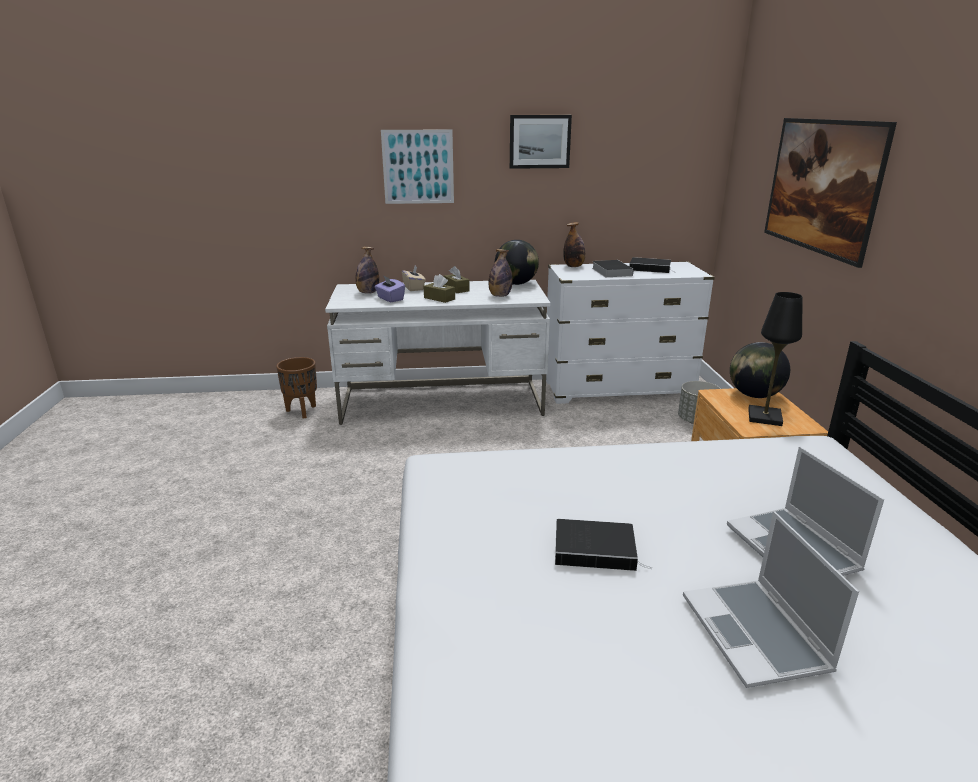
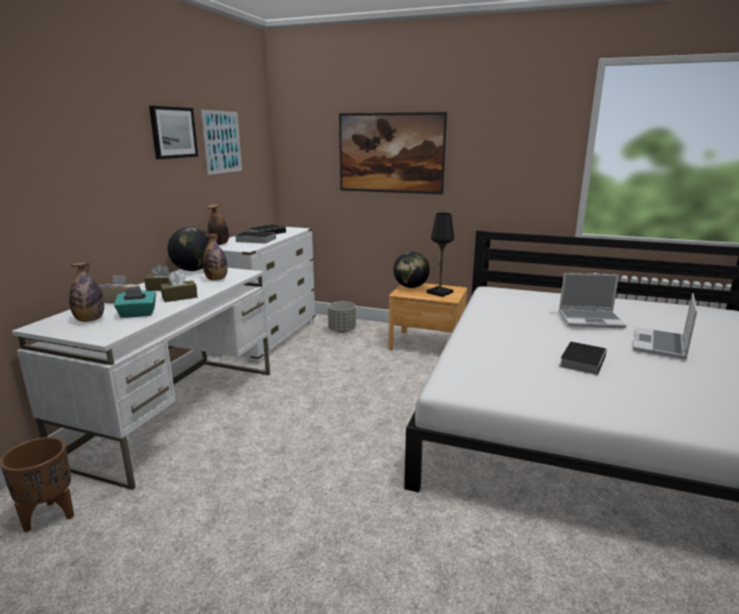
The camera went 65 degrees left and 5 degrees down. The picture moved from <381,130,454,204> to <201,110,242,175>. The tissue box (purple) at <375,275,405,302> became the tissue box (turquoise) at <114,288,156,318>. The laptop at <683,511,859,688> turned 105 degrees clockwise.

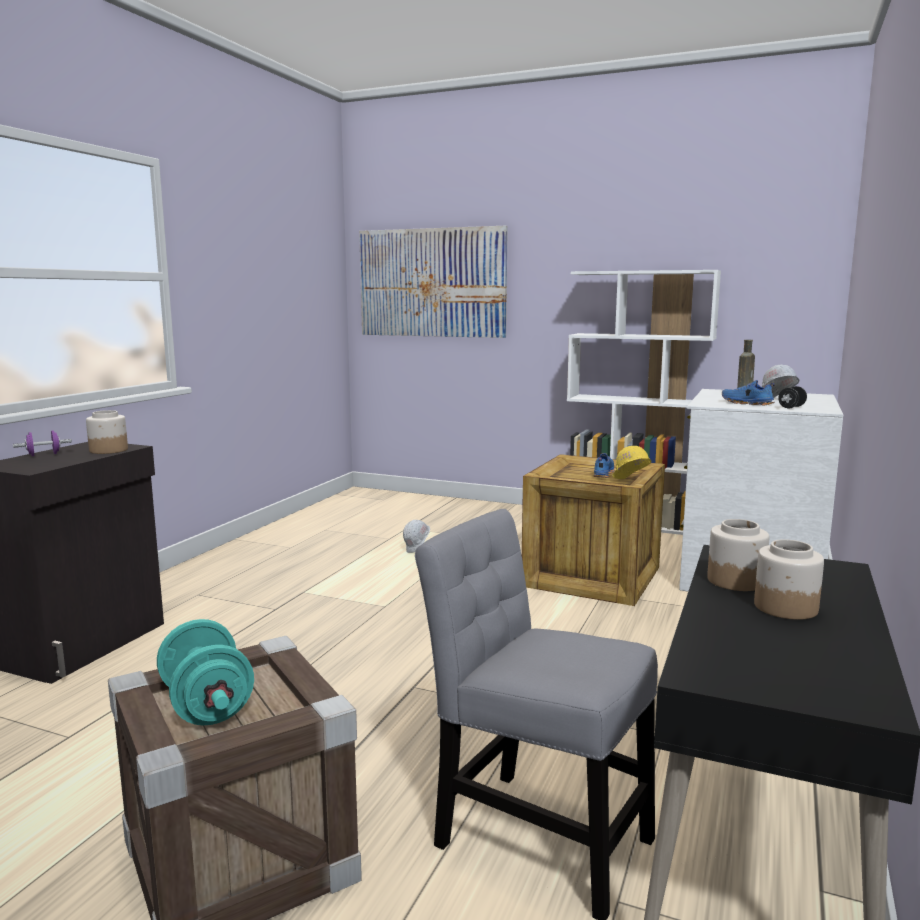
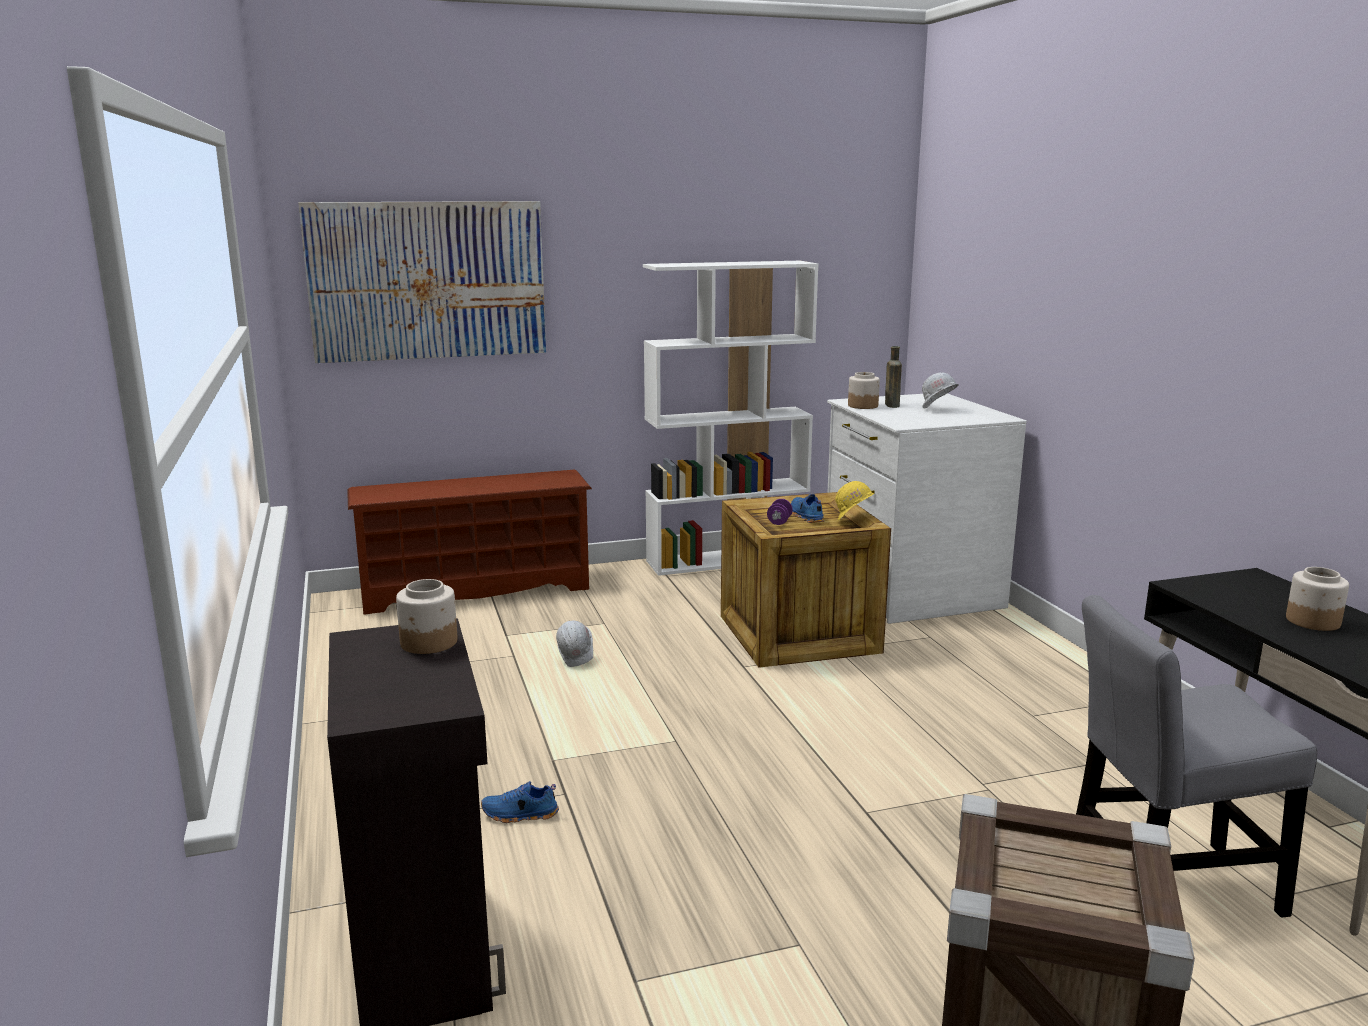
The camera went 40 degrees left and 5 degrees up. The shoe (blue) moved from <722,380,775,406> to <481,781,559,823>. The dumbbell (black) at <778,386,807,408> disappeared. The dumbbell (purple) moved from <13,430,72,456> to <767,499,793,525>. The jar moved from <707,519,769,591> to <848,372,880,409>. The dumbbell (turquoise) at <157,619,254,725> disappeared. The shoe rack (brown) at <347,470,592,615> appeared.

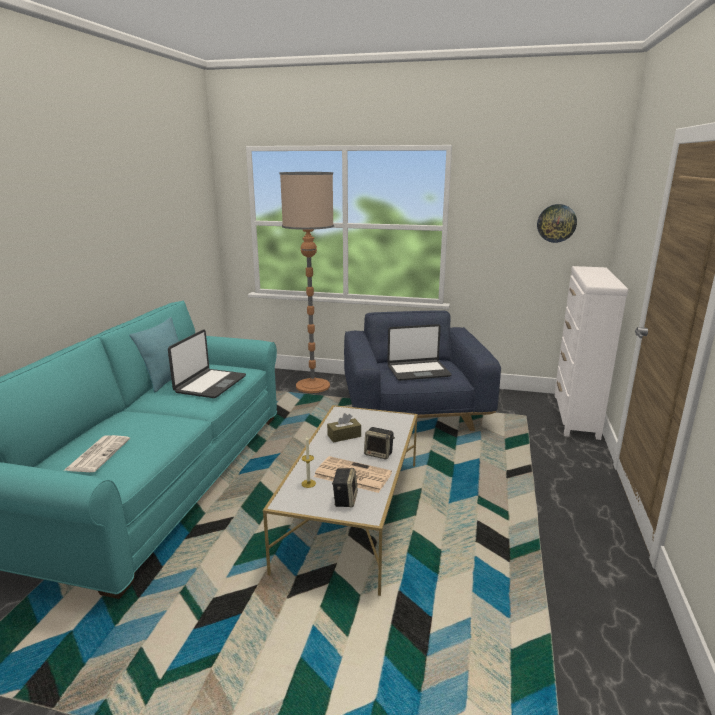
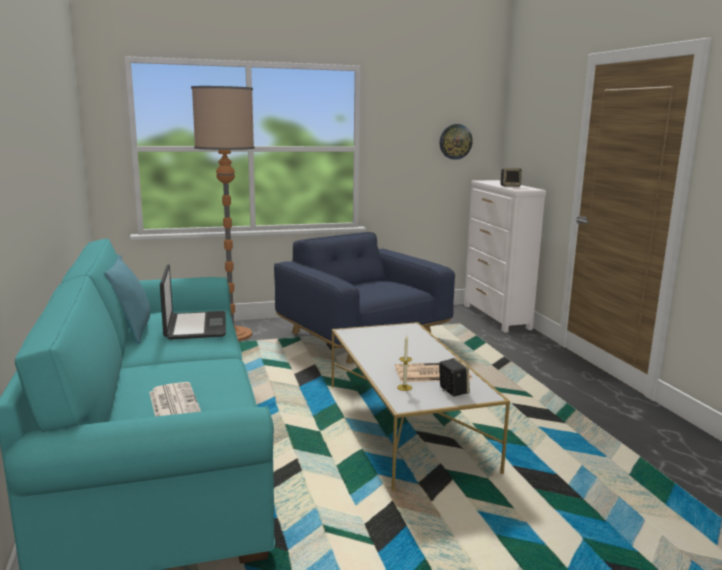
The camera went 30 degrees left and 5 degrees down. The laptop at <387,324,452,381> disappeared. The tissue box (brown) at <327,413,361,443> disappeared. The speaker moved from <364,427,395,459> to <501,168,522,187>.

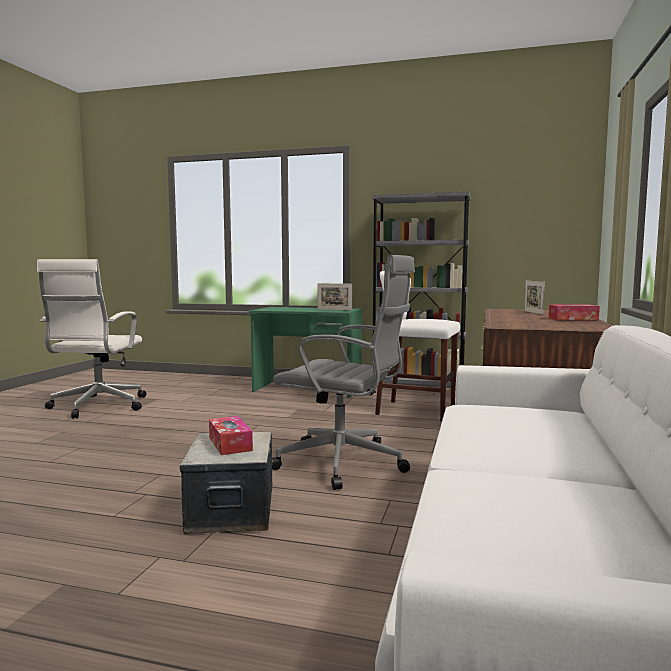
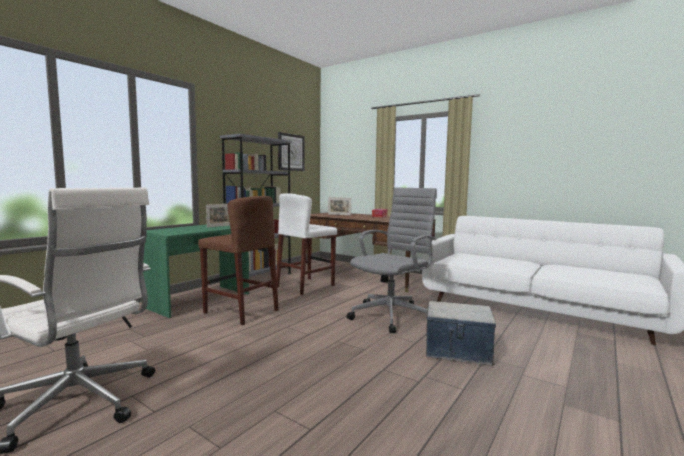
The camera went 70 degrees left and 0 degrees up. The tissue box at <209,416,253,455> disappeared. The wall clock at <278,132,305,171> appeared. The stool (brown) at <198,196,279,325> appeared.

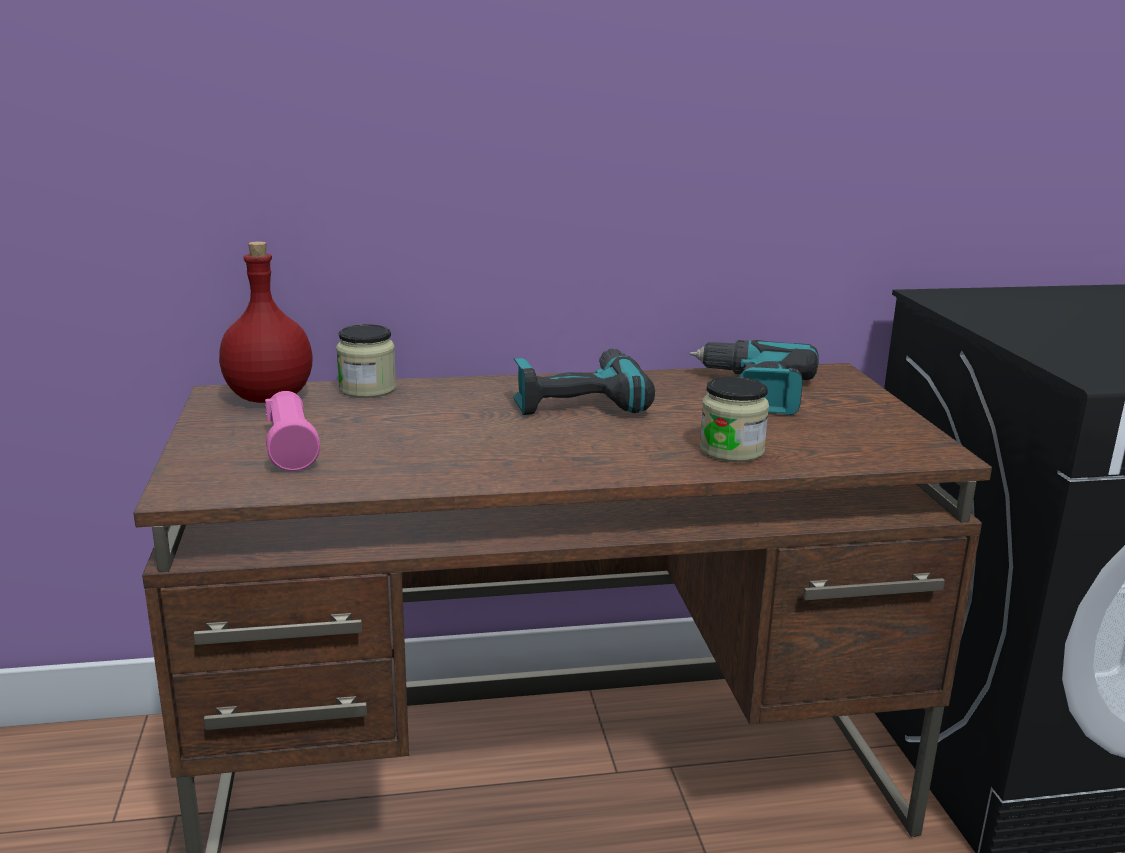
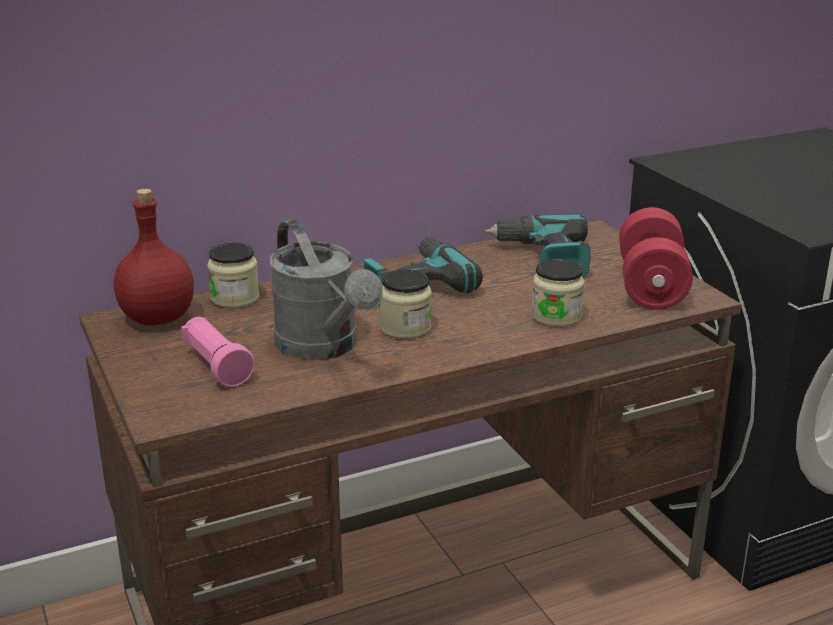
The camera went 15 degrees left and 5 degrees up. The dumbbell (red) at <619,207,693,310> appeared. The watering can (grey) at <270,220,383,360> appeared. The jar at <380,269,432,339> appeared.

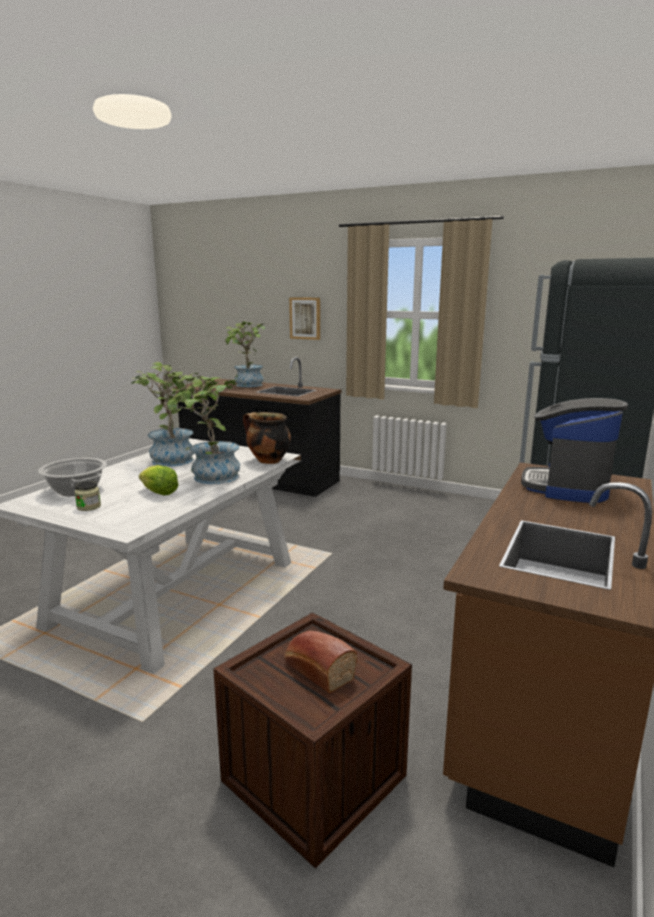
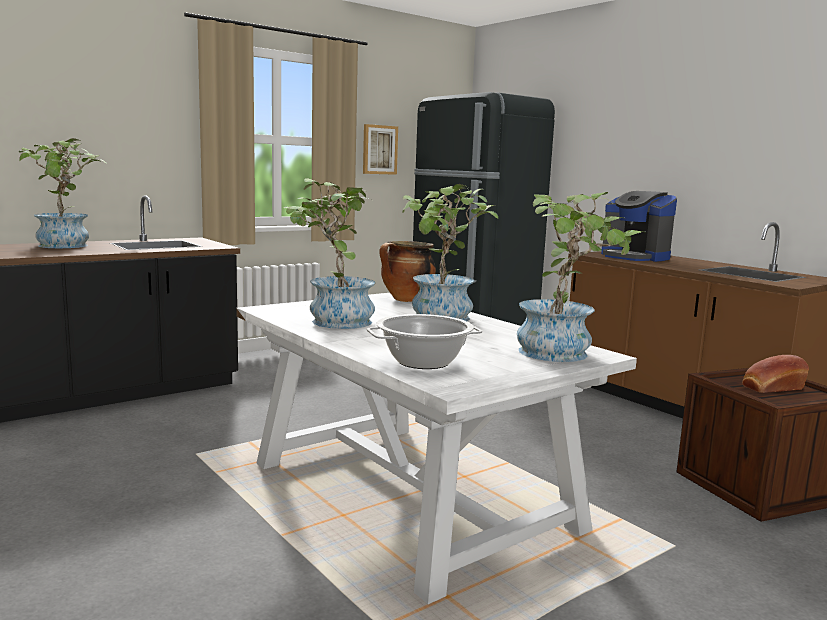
The camera went 65 degrees left and 5 degrees down. The picture moved from <289,297,320,340> to <363,124,398,175>. The lettuce at <139,465,179,495> disappeared. The jar at <75,481,101,511> disappeared. The potted plant at <517,192,644,362> appeared.

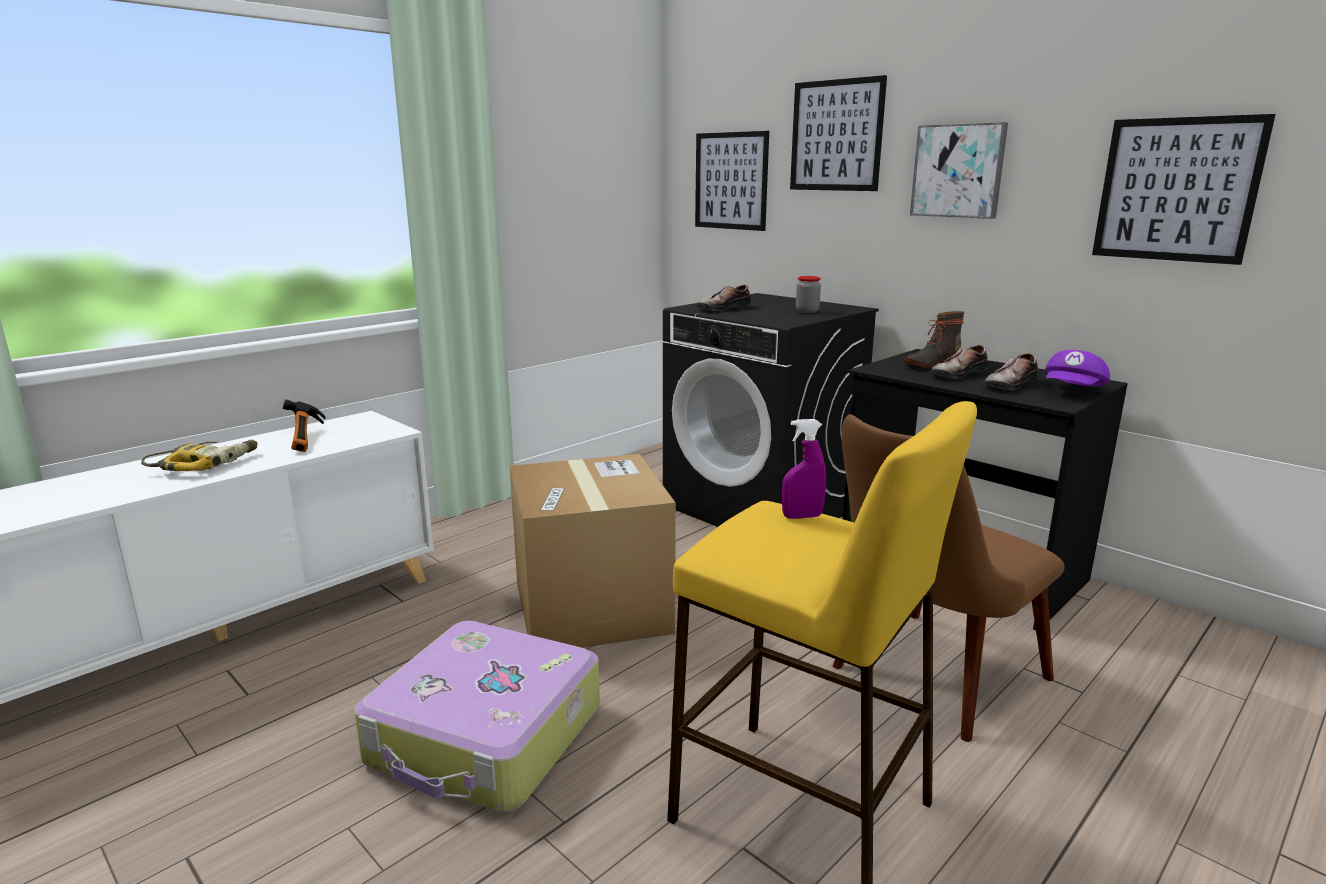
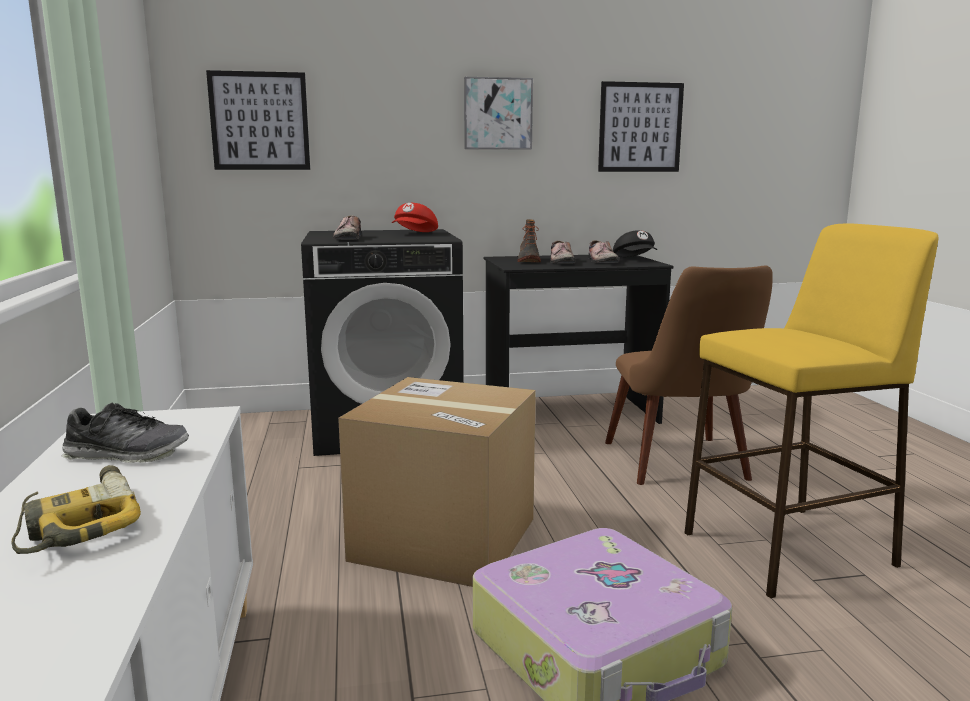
The camera went 55 degrees left and 5 degrees down. The picture at <790,75,887,191> disappeared. The jar at <796,276,821,313> was replaced by the cap (red) at <392,203,438,232>. The cap (purple) at <1045,350,1110,386> became the cap (black) at <613,230,657,257>. The hammer at <283,399,326,452> was replaced by the shoe at <62,403,189,463>. The spray bottle (purple) at <782,419,826,519> disappeared.

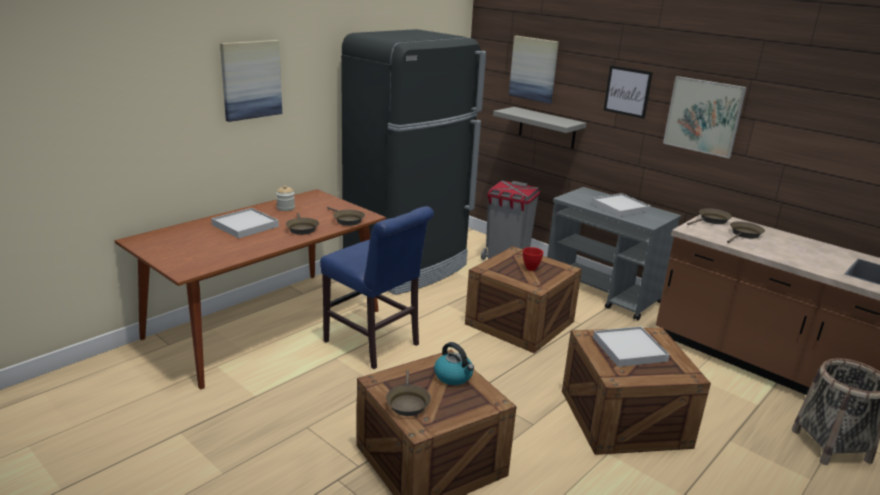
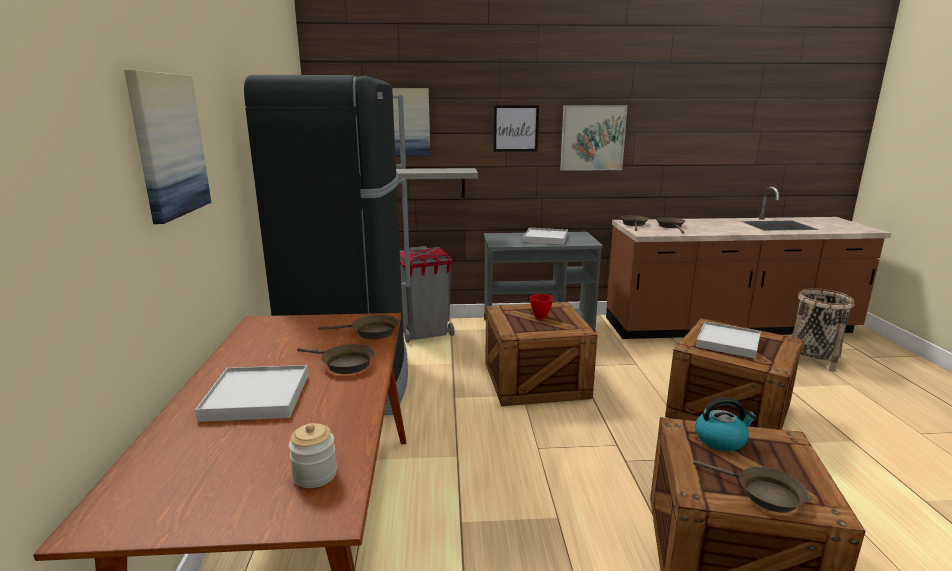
The camera went 45 degrees left and 5 degrees down. The jar moved from <276,186,295,211> to <289,423,337,488>. The chair (blue) at <320,206,434,369> disappeared.

